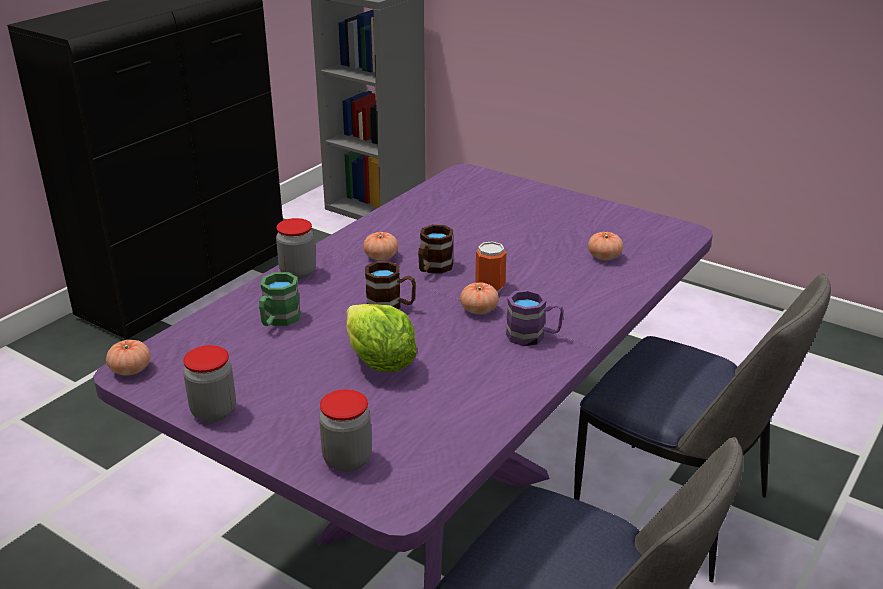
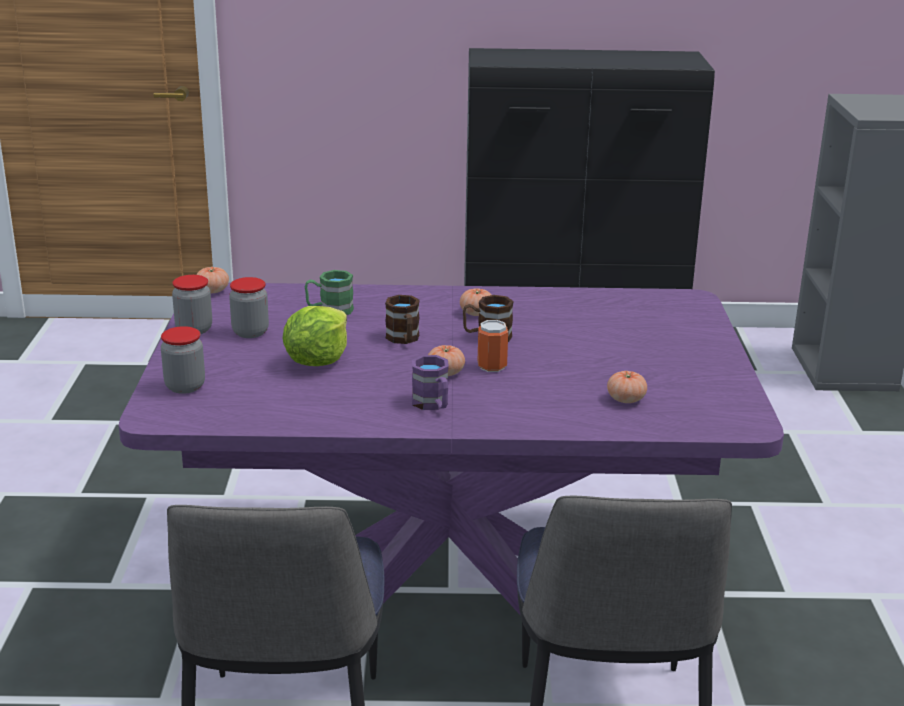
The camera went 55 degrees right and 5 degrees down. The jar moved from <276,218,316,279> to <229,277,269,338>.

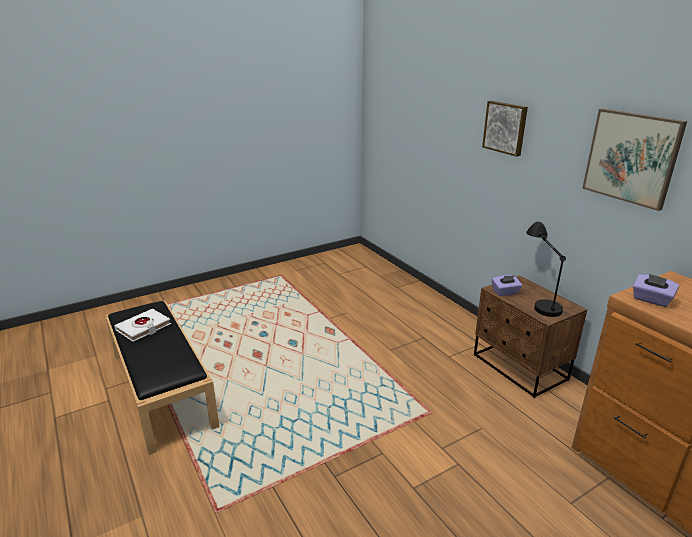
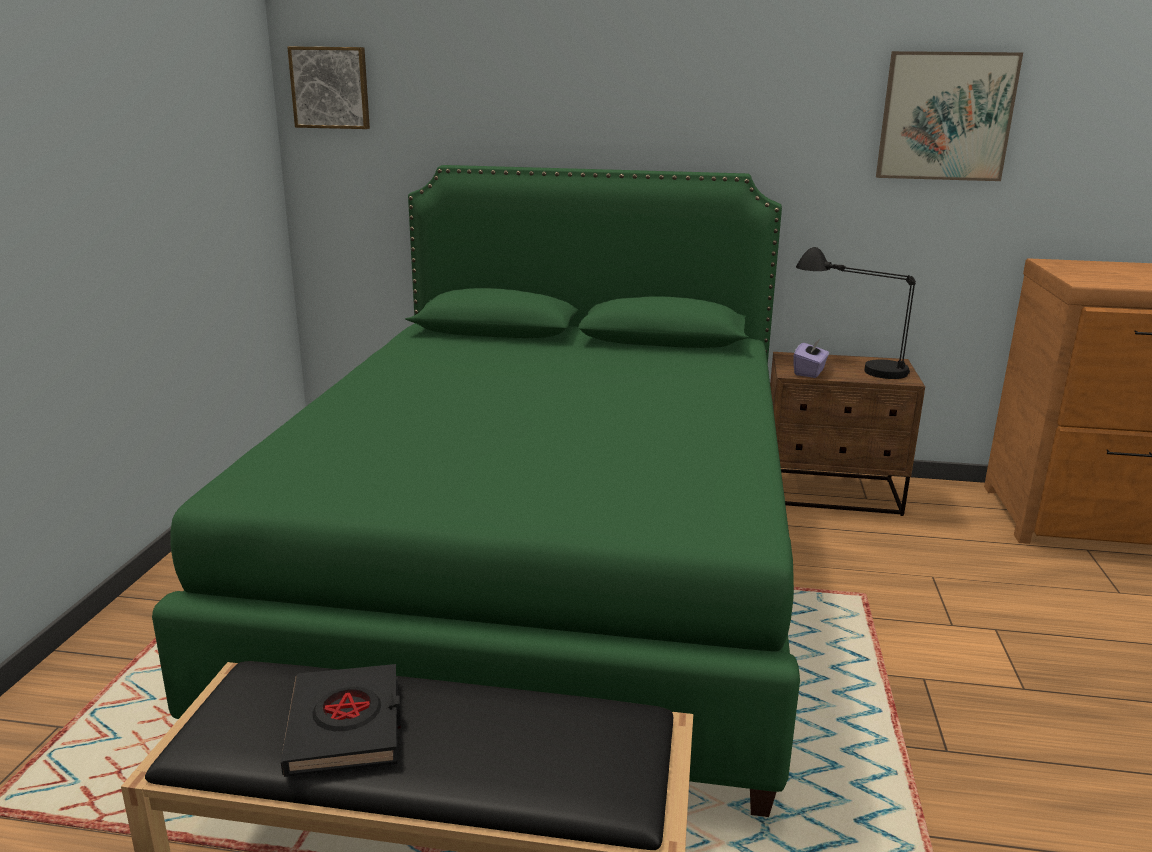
The camera went 50 degrees left and 5 degrees down. The picture moved from <482,101,528,157> to <287,46,370,129>. The tissue box (purple) at <633,274,679,307> disappeared. The book (white) at <114,309,171,342> became the book (black) at <281,664,401,777>. The bed (green) at <152,165,800,817> appeared.

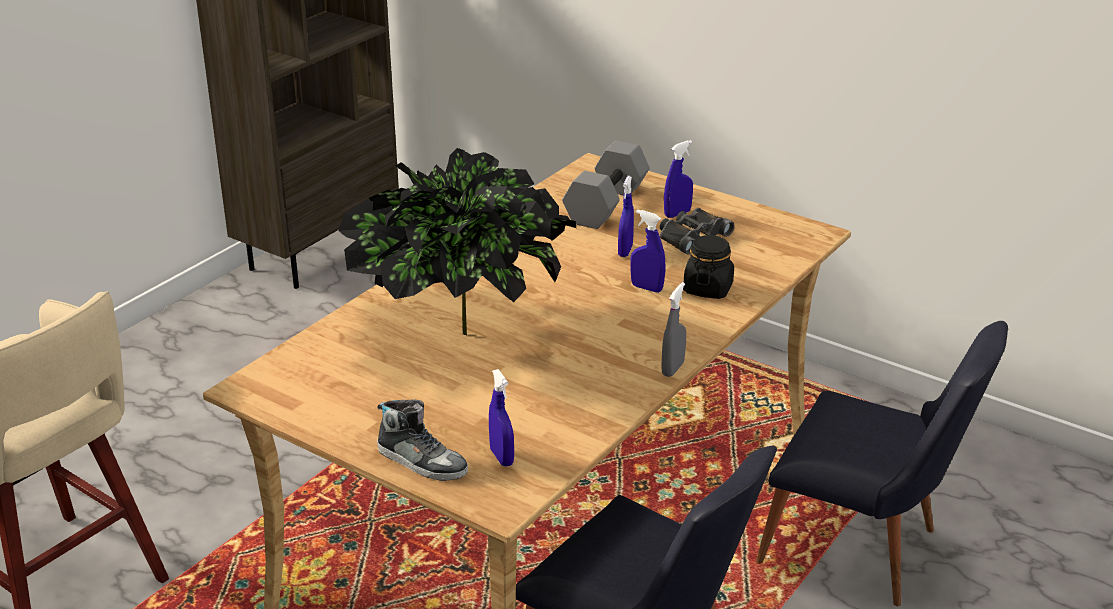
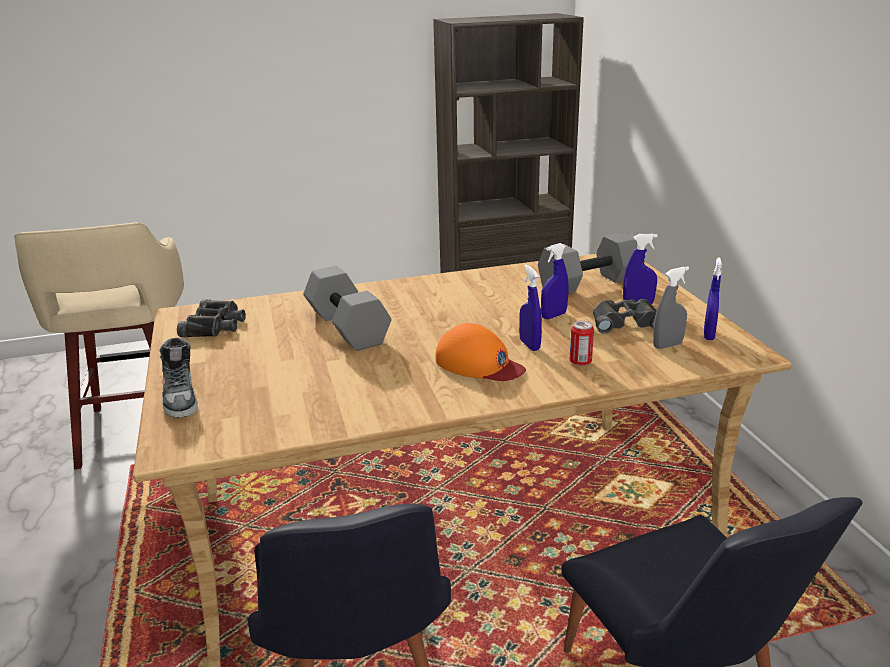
The camera went 40 degrees right and 5 degrees down. The potted plant at <338,148,576,335> was replaced by the dumbbell (grey) at <303,266,392,351>. The jar (black) at <683,235,734,299> was replaced by the can at <570,321,594,366>. The spray bottle (grey) moved from <661,282,686,377> to <653,266,689,349>. The spray bottle (blue) moved from <489,369,514,466> to <704,258,722,340>. The binoculars (black) at <177,299,246,337> appeared. The cap (orange) at <435,323,526,381> appeared.

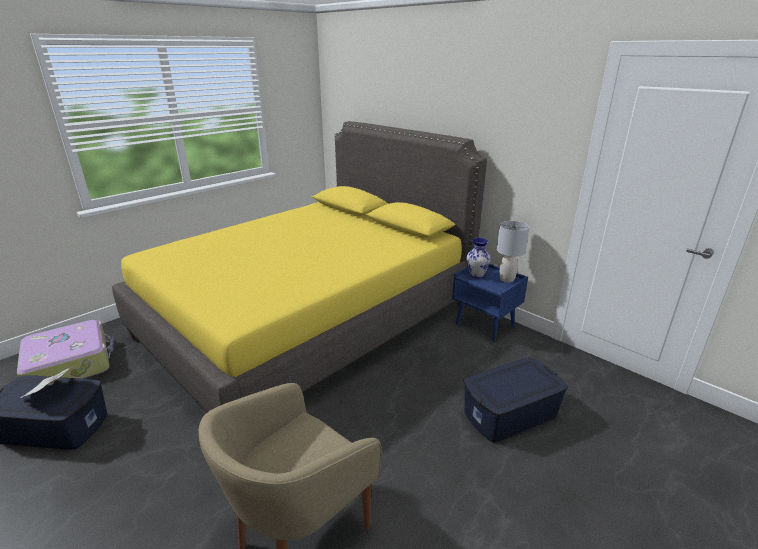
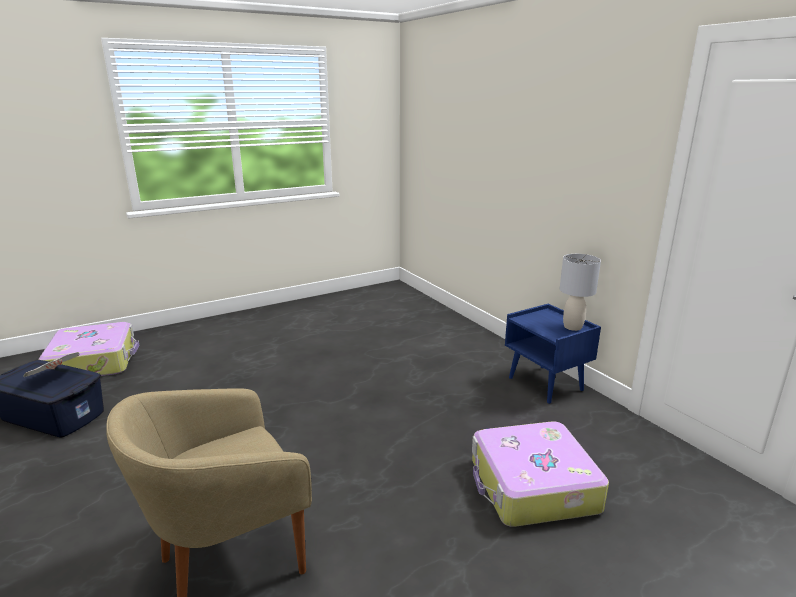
The camera went 15 degrees right and 5 degrees down. The bed (yellow) at <112,121,487,413> disappeared. The vase at <467,238,491,278> disappeared. The storage box (blue) at <464,357,568,443> was replaced by the suitcase at <472,421,609,527>.

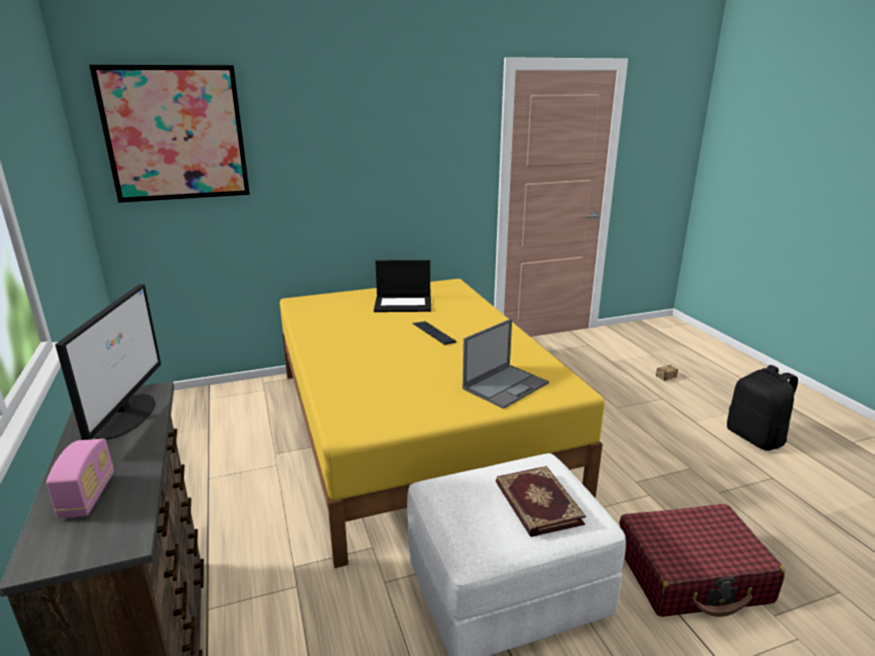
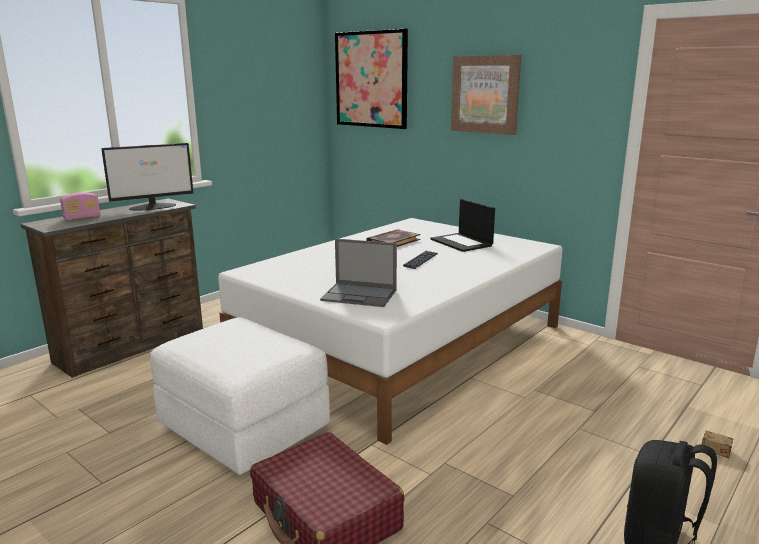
The camera went 60 degrees right and 5 degrees down. The bed (yellow) at <280,279,605,568> became the bed (white) at <218,218,563,445>. The book moved from <496,466,586,537> to <366,229,420,247>. The picture at <451,55,521,135> appeared.

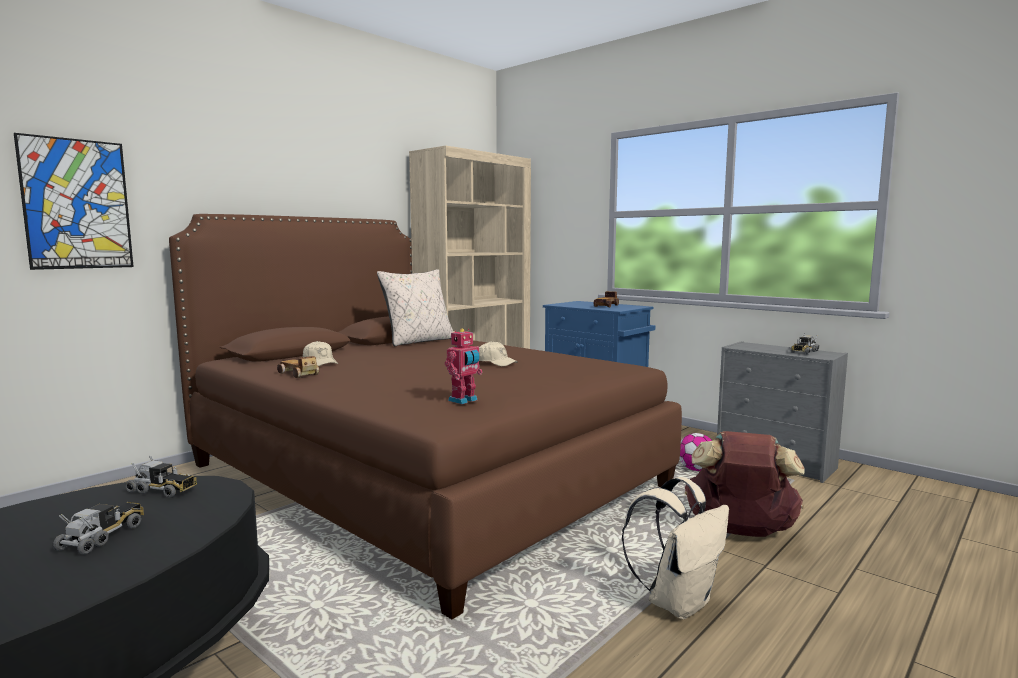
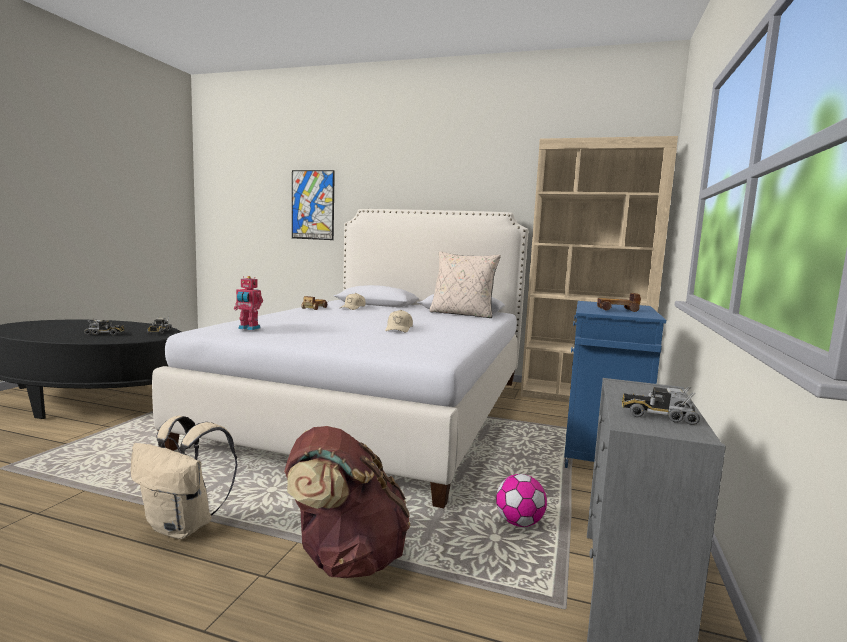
The camera went 65 degrees right and 0 degrees up. The bed (brown) at <169,214,682,619> became the bed (white) at <152,209,529,508>.

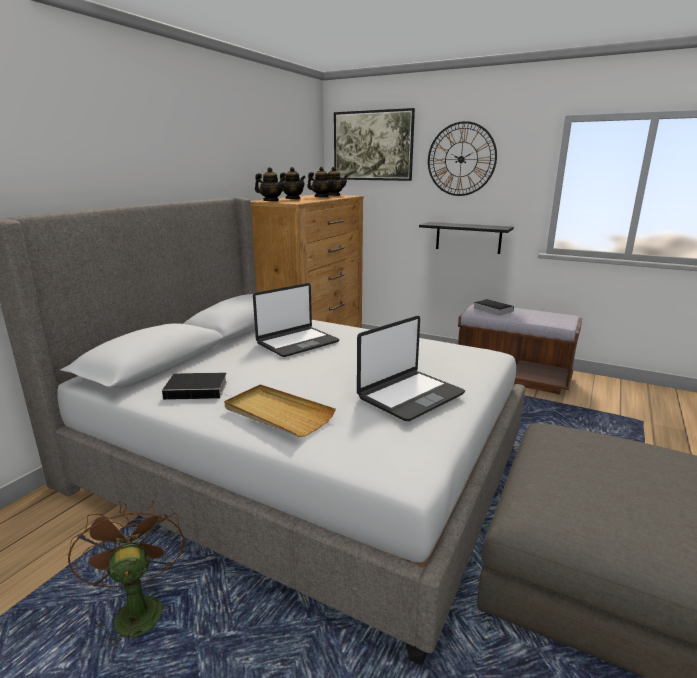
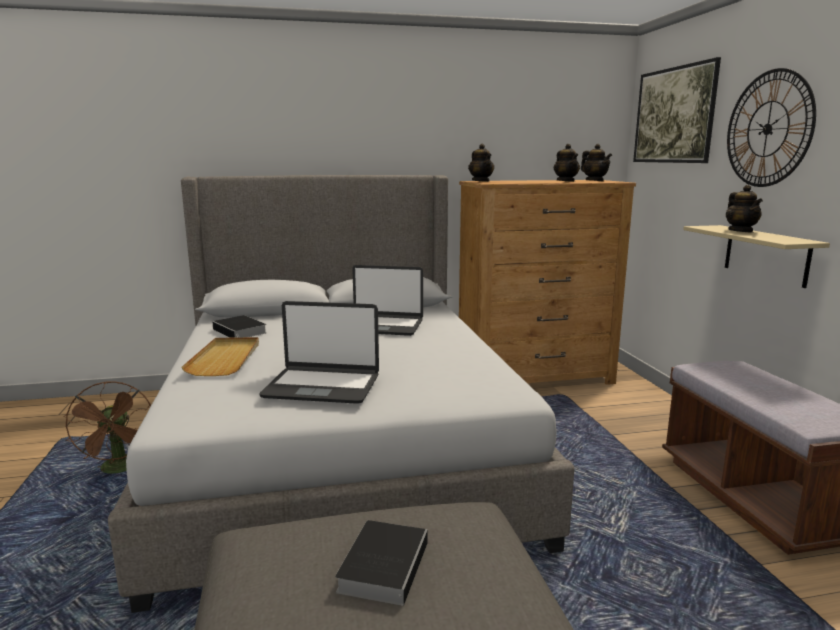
The camera went 50 degrees right and 5 degrees down. The teapot moved from <280,167,306,199> to <726,185,763,233>. The shelf (black) at <419,222,514,254> became the shelf (beige) at <683,225,830,288>. The book moved from <473,299,514,316> to <335,520,428,606>. The fan (brown) at <68,500,184,649> turned 135 degrees clockwise.

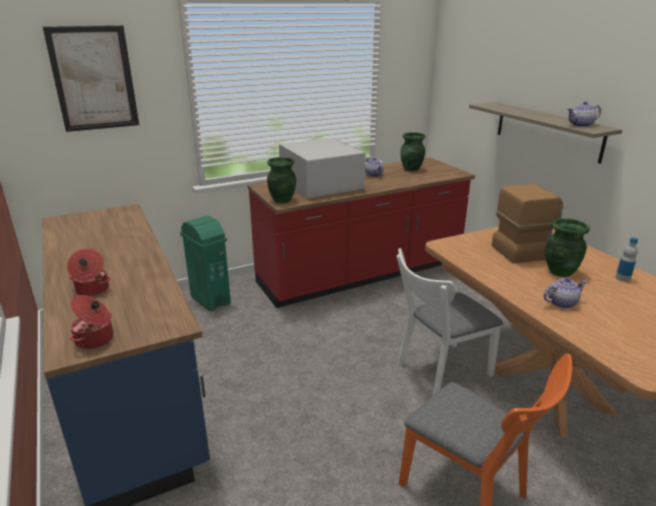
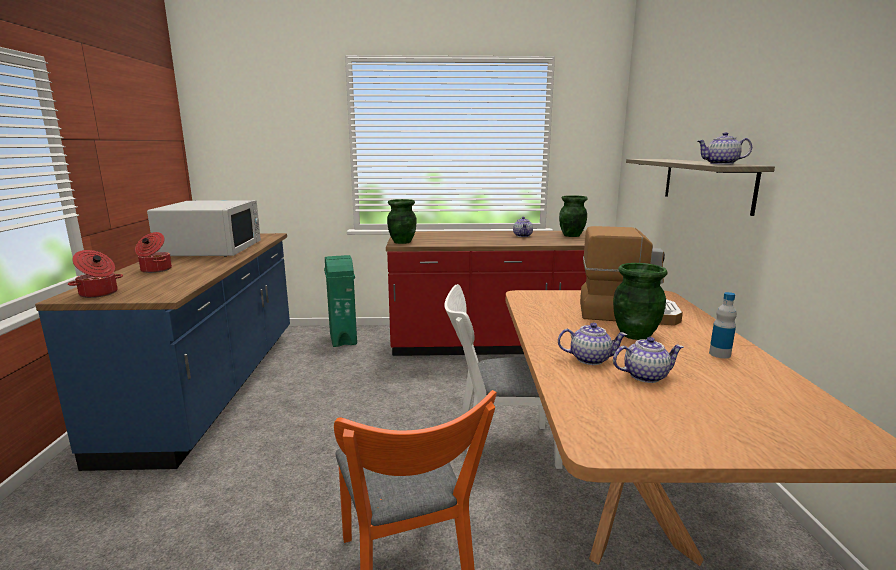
The camera went 25 degrees right and 10 degrees down. The picture at <43,25,139,132> disappeared. The microwave (white) moved from <279,138,366,199> to <147,200,261,257>. The teapot at <613,337,684,383> appeared.

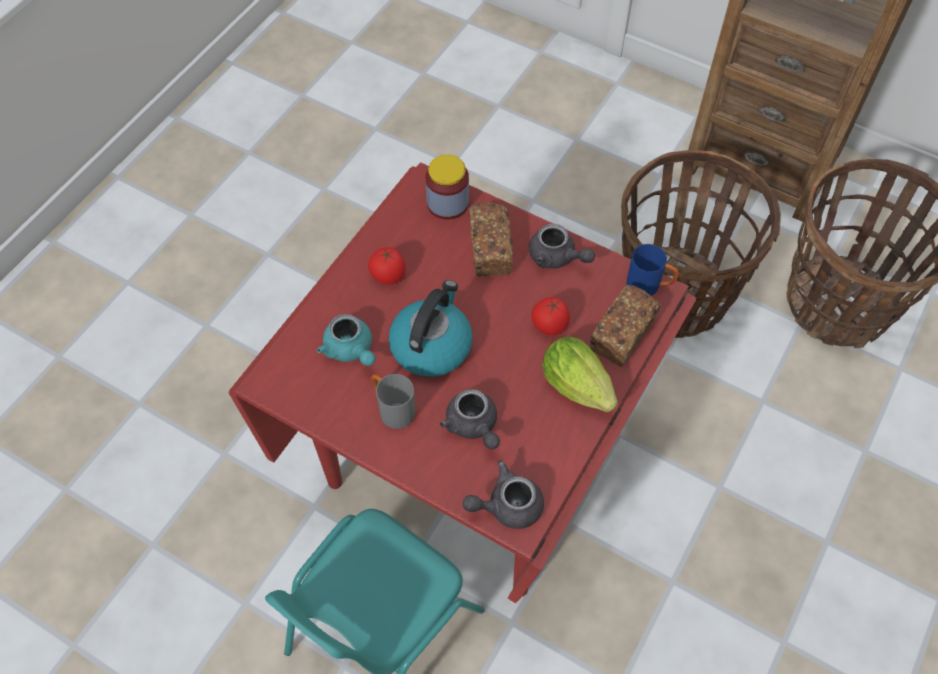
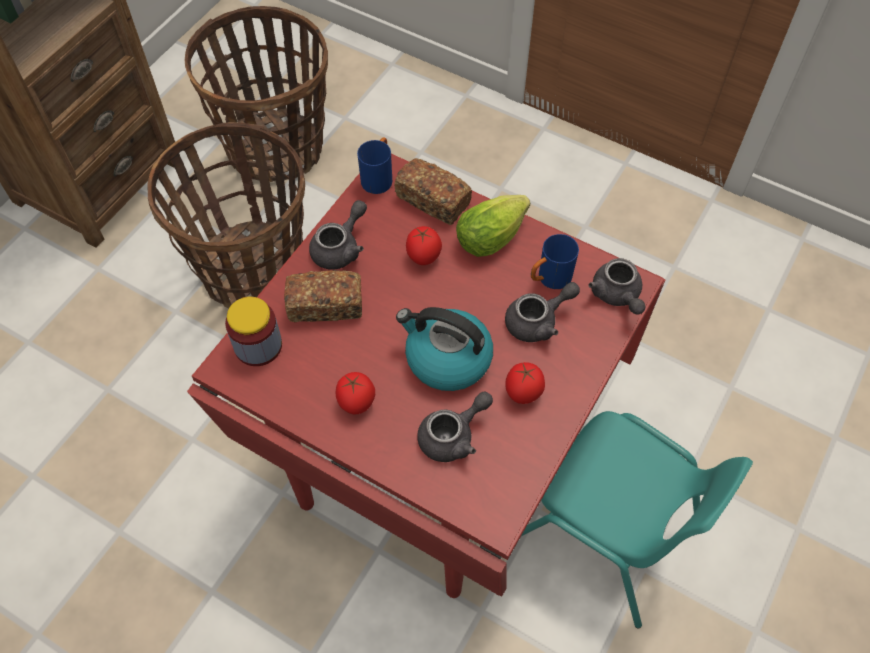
The camera went 90 degrees left and 0 degrees up. The teapot (turquoise) at <317,314,375,366> became the teapot (grey) at <417,391,493,462>. The mug (grey) at <371,374,415,429> was replaced by the tomato at <505,362,545,404>. The mug (blue) at <531,234,579,289> appeared.

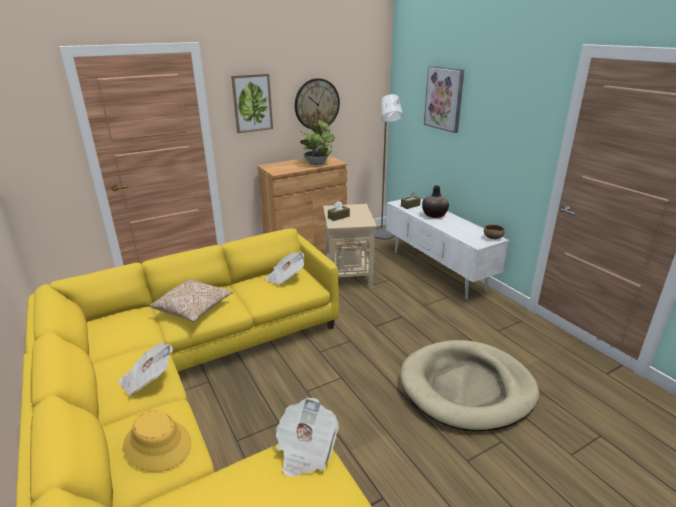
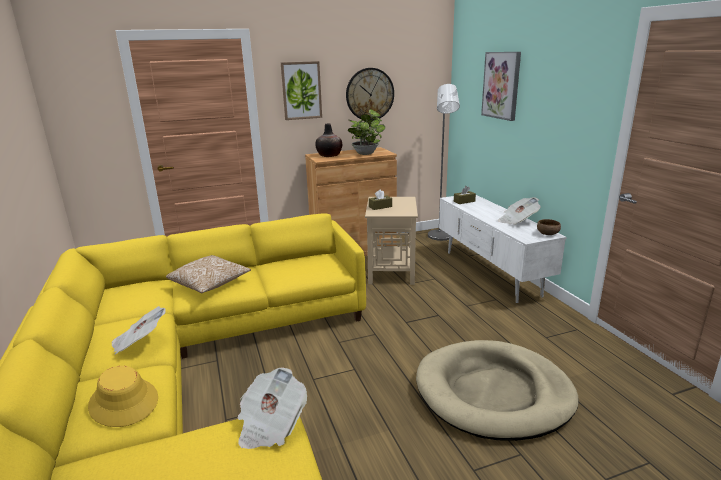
The camera went 10 degrees right and 5 degrees down. The vase moved from <422,185,449,218> to <315,124,342,157>. The newspaper moved from <265,252,305,285> to <498,197,540,225>.

